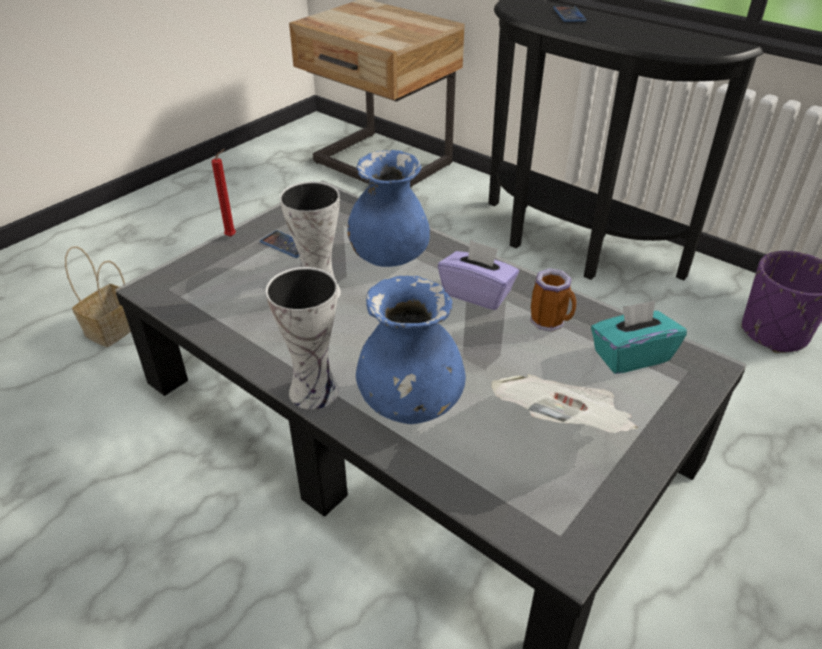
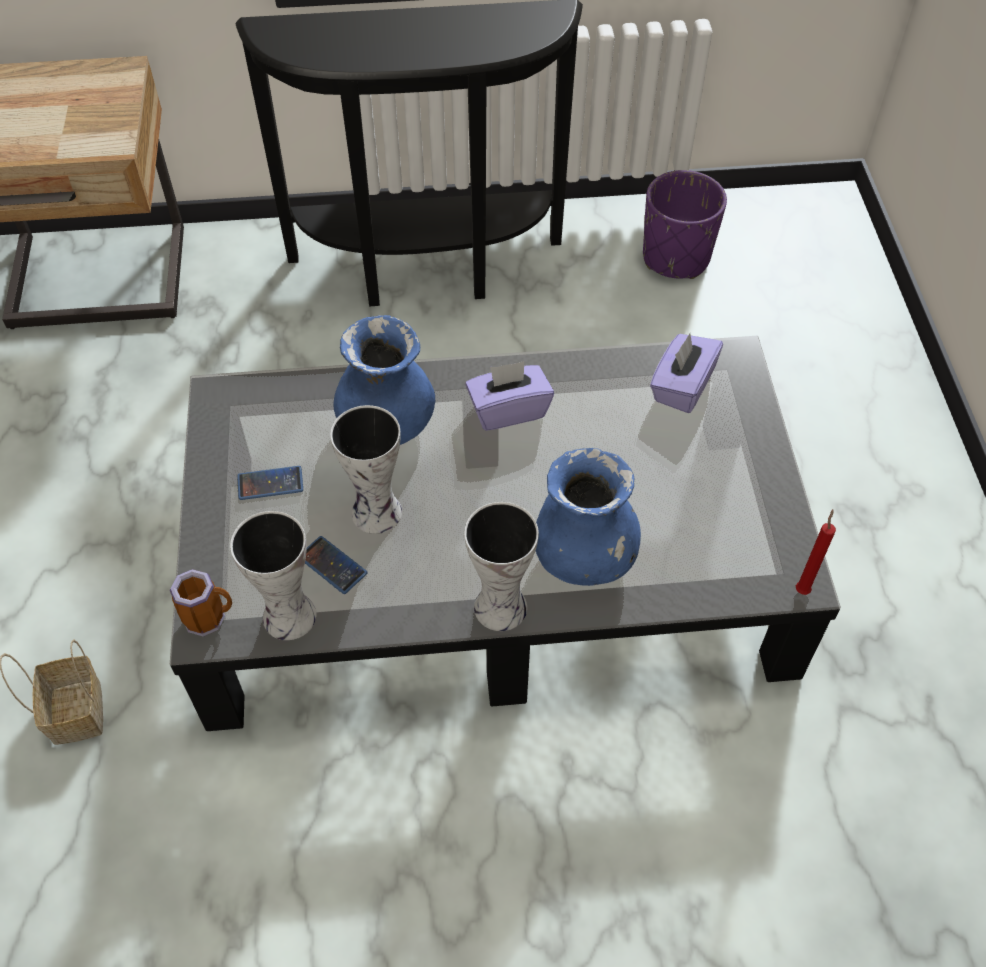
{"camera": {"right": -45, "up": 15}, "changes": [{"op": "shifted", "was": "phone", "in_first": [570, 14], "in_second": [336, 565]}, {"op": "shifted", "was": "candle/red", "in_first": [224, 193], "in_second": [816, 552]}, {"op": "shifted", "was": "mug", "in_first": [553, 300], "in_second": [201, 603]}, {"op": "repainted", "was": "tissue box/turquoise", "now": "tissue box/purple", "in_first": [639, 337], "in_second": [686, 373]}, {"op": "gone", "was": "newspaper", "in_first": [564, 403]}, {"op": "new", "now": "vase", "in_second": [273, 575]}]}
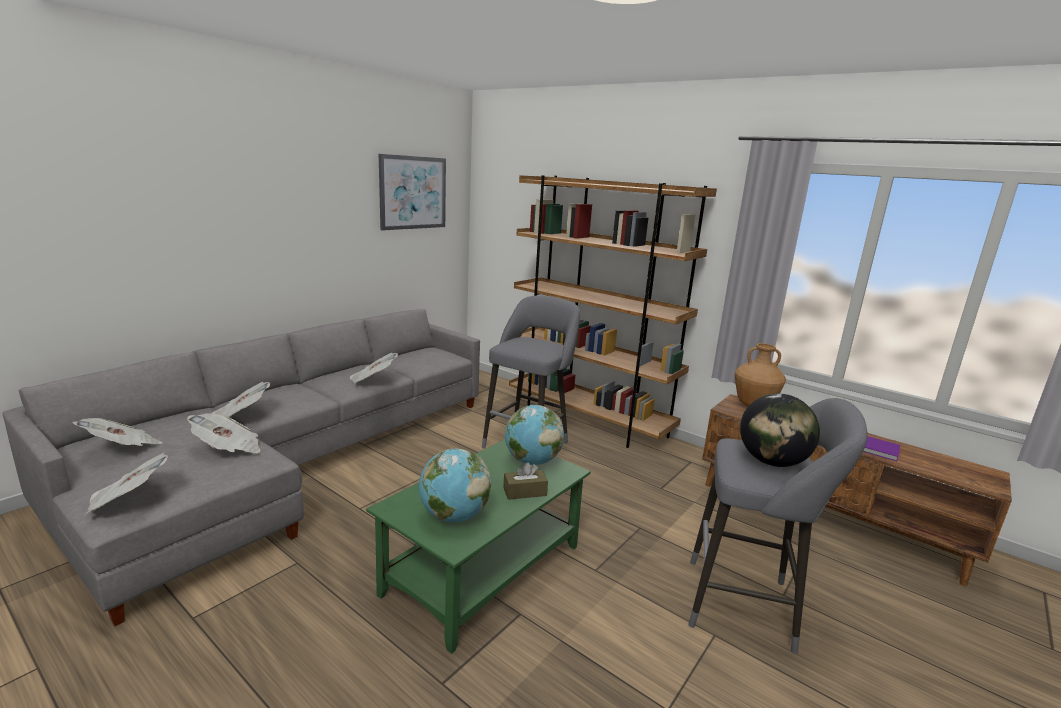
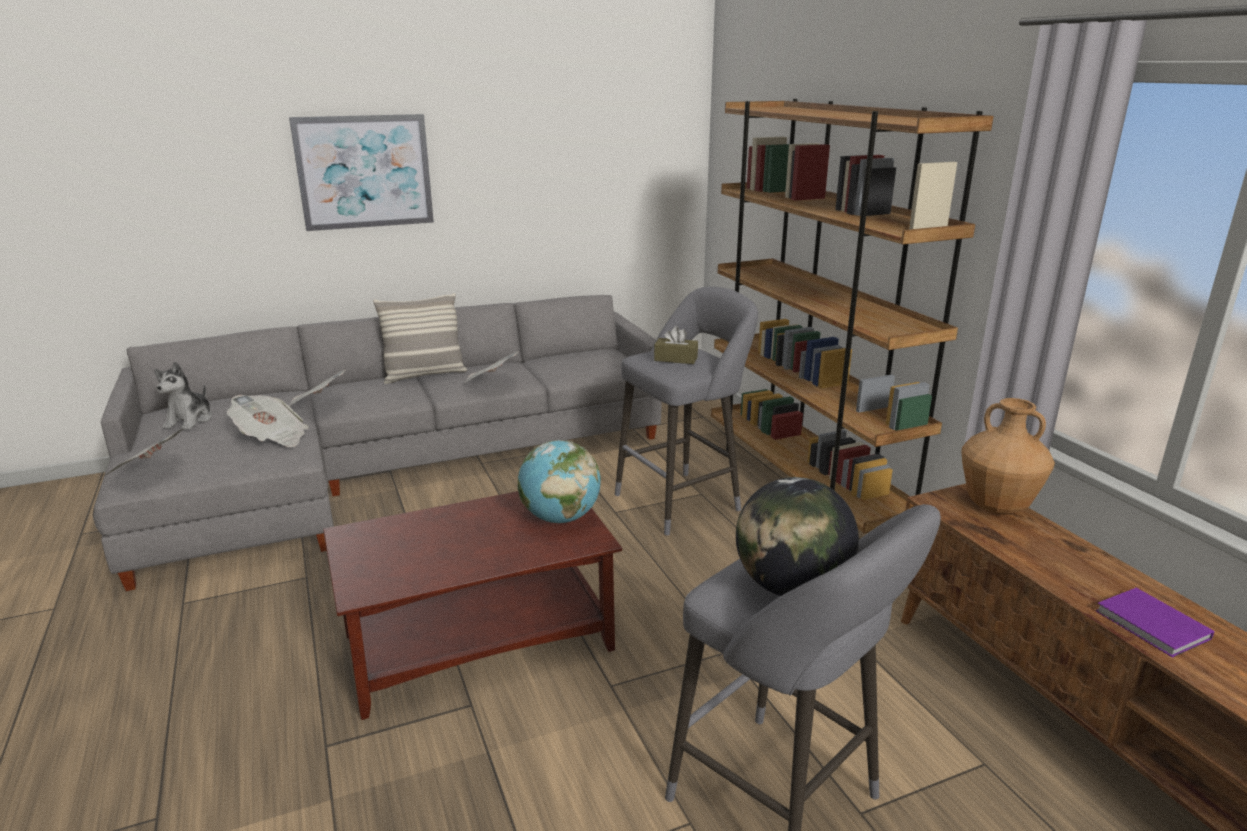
{"camera": {"right": 30, "up": 5}, "changes": [{"op": "shifted", "was": "picture", "in_first": [412, 192], "in_second": [361, 172]}, {"op": "swapped", "was": "newspaper", "now": "plush toy", "in_first": [118, 432], "in_second": [183, 396]}, {"op": "repainted", "was": "coffee table/green", "now": "coffee table/brown", "in_first": [478, 546], "in_second": [472, 605]}, {"op": "gone", "was": "globe", "in_first": [455, 485]}, {"op": "shifted", "was": "tissue box/brown", "in_first": [525, 481], "in_second": [676, 345]}, {"op": "new", "now": "pillow", "in_second": [420, 338]}]}
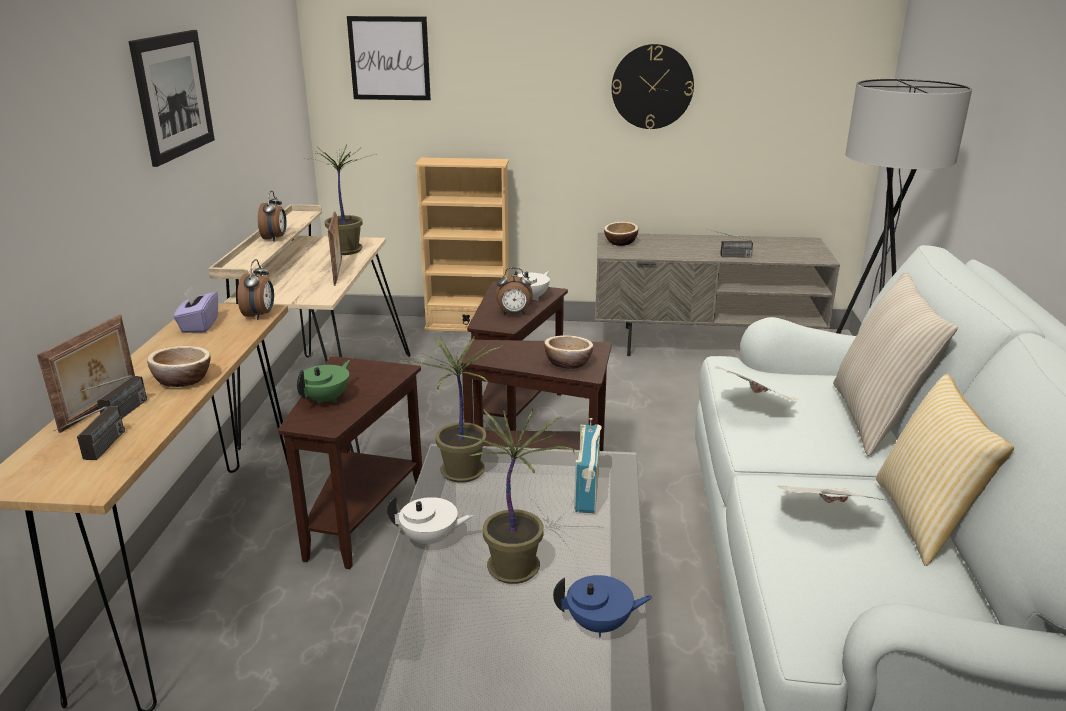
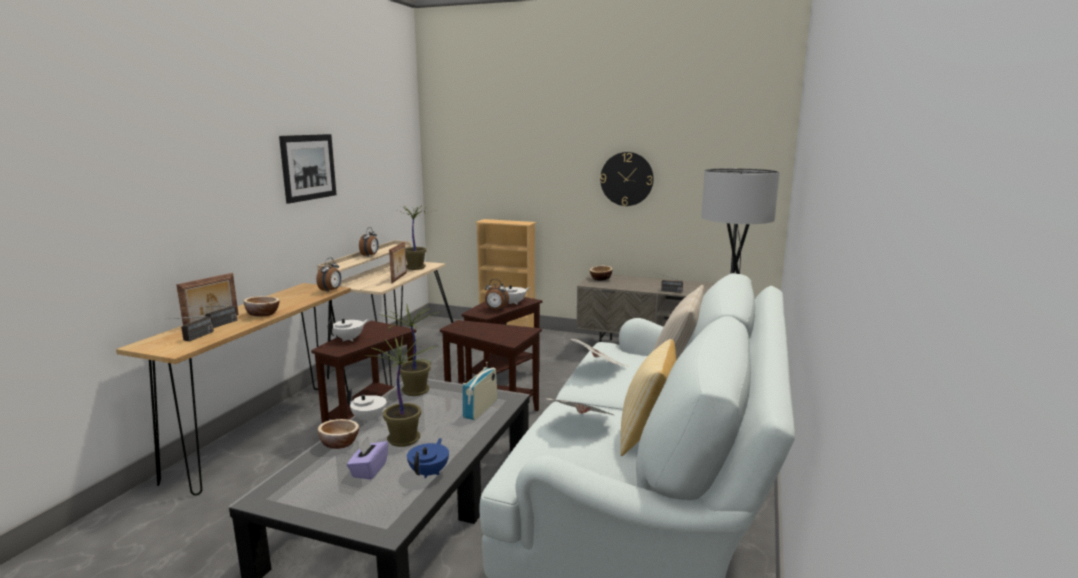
{"camera": {"right": 15, "up": -10}, "changes": [{"op": "gone", "was": "picture", "in_first": [389, 58]}, {"op": "shifted", "was": "tissue box/purple", "in_first": [195, 309], "in_second": [367, 458]}, {"op": "shifted", "was": "bowl", "in_first": [568, 352], "in_second": [338, 434]}, {"op": "repainted", "was": "teapot/green", "now": "teapot/white", "in_first": [323, 383], "in_second": [348, 329]}, {"op": "rotated", "was": "teapot/blue", "in_first": [603, 606], "in_second": [428, 458], "clockwise": -90}]}
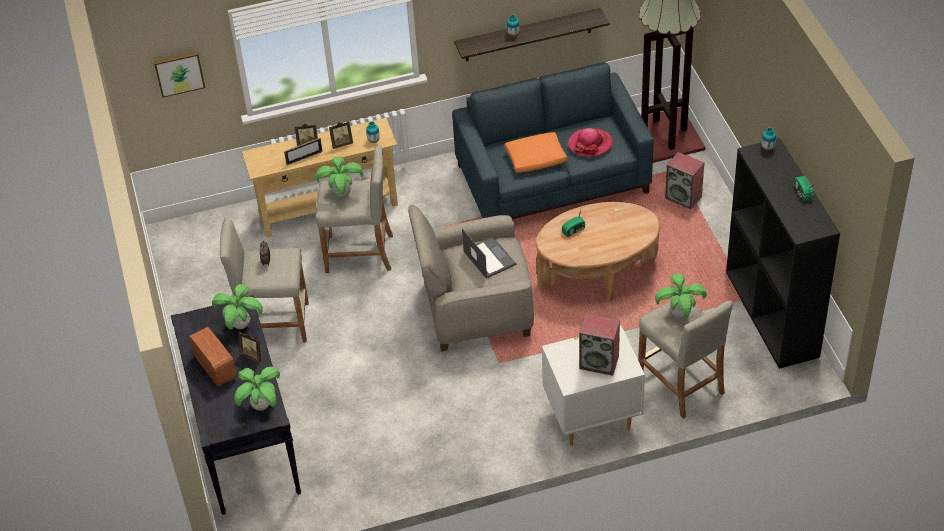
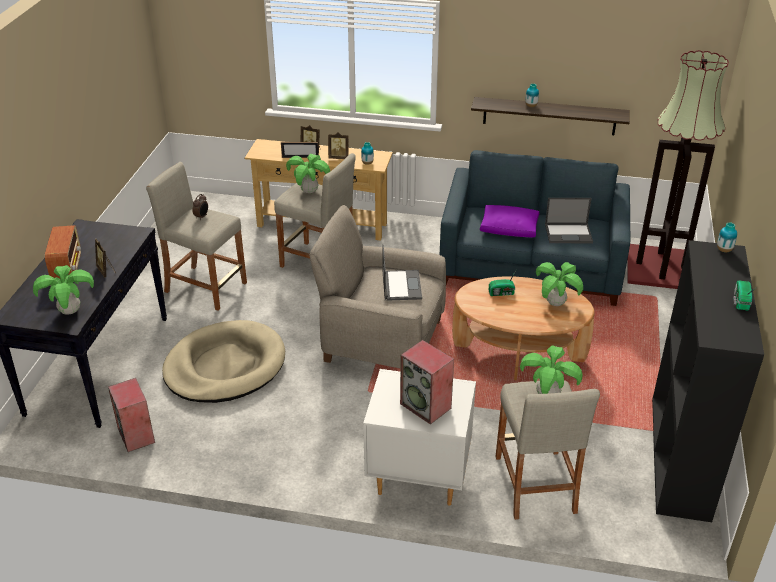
{"camera": {"right": 25, "up": -10}, "changes": [{"op": "gone", "was": "picture", "in_first": [179, 74]}, {"op": "swapped", "was": "hat", "now": "laptop", "in_first": [590, 142], "in_second": [569, 220]}, {"op": "repainted", "was": "pillow/orange", "now": "pillow/purple", "in_first": [536, 152], "in_second": [509, 221]}, {"op": "shifted", "was": "speaker", "in_first": [684, 180], "in_second": [131, 415]}, {"op": "shifted", "was": "potted plant", "in_first": [237, 307], "in_second": [559, 284]}, {"op": "new", "now": "dog bed/beige", "in_second": [223, 361]}]}
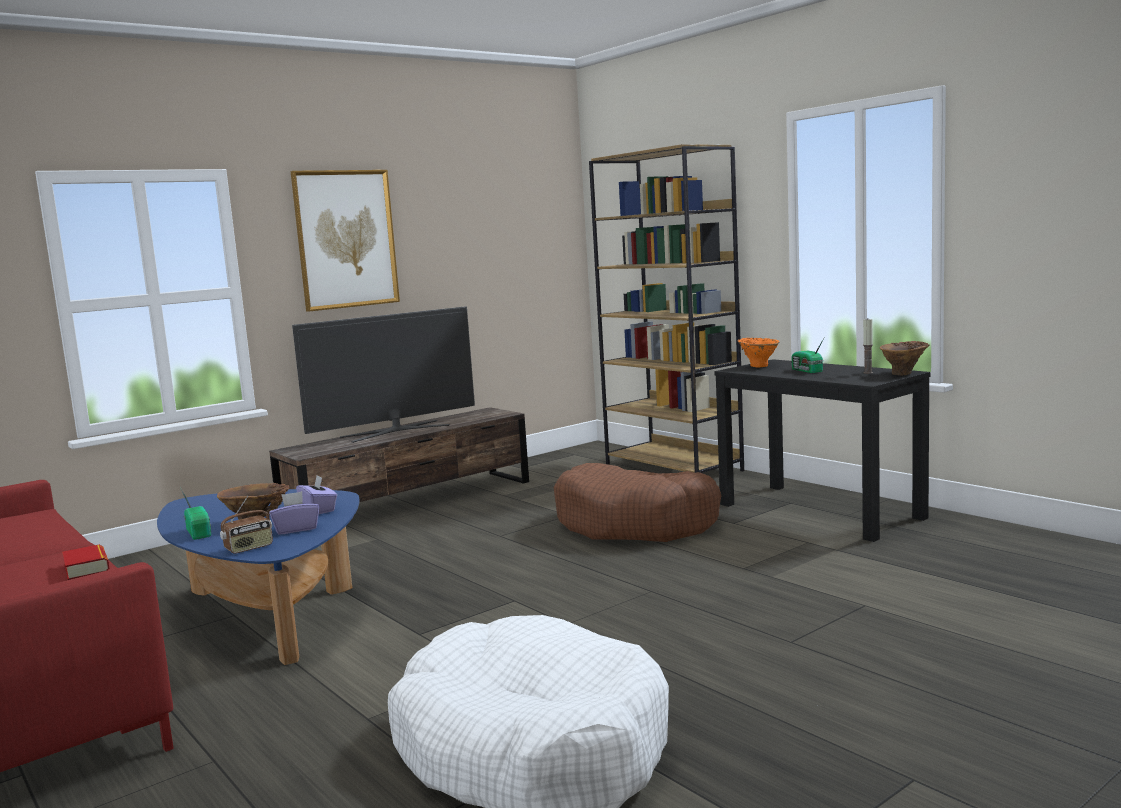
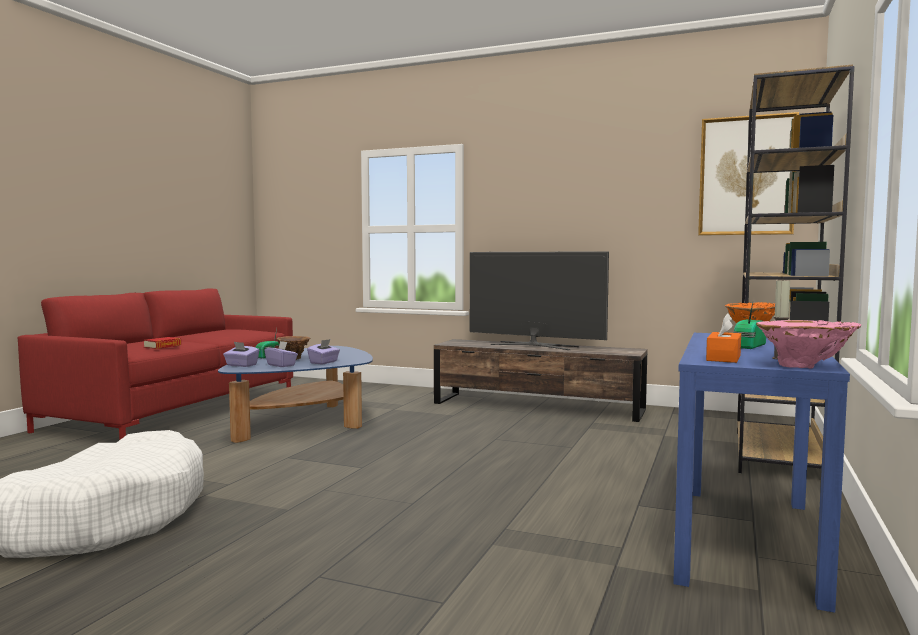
{"camera": {"right": 60, "up": -5}, "changes": [{"op": "shifted", "was": "picture", "in_first": [345, 241], "in_second": [748, 173]}, {"op": "repainted", "was": "vase/brown", "now": "vase/pink", "in_first": [905, 358], "in_second": [808, 344]}, {"op": "repainted", "was": "console table/black", "now": "console table/blue", "in_first": [822, 450], "in_second": [761, 473]}, {"op": "gone", "was": "dog bed/brown", "in_first": [637, 502]}, {"op": "swapped", "was": "radio", "now": "tissue box/purple", "in_first": [246, 525], "in_second": [241, 354]}, {"op": "new", "now": "tissue box/orange", "in_second": [723, 338]}]}
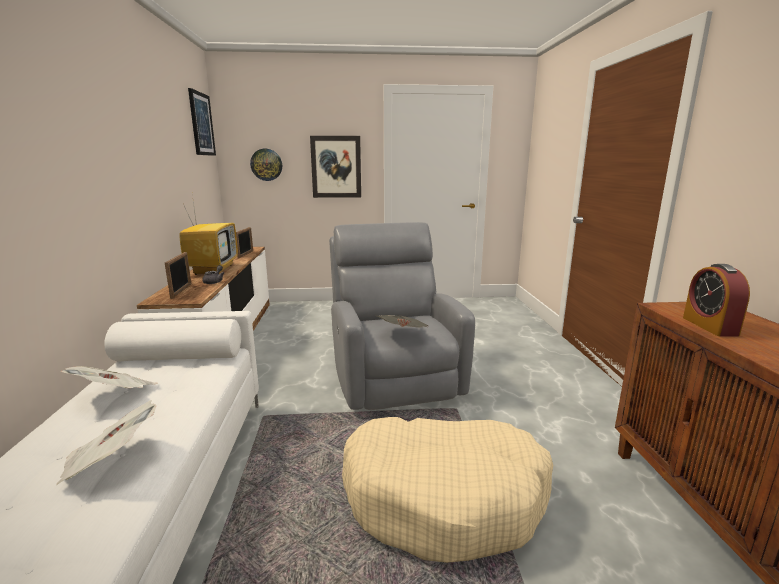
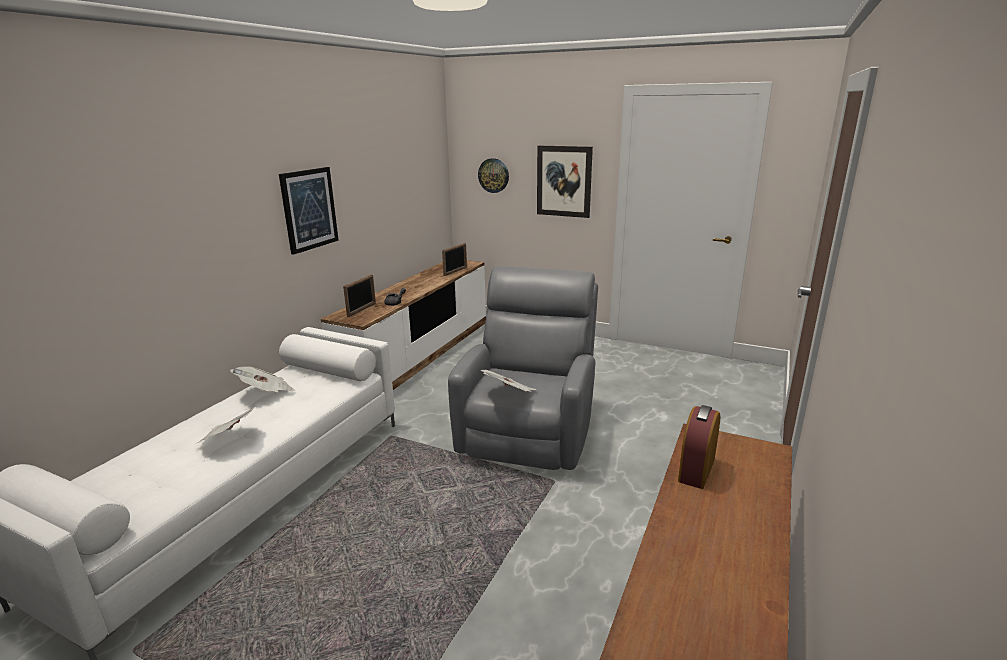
{"camera": {"right": 30, "up": 5}, "changes": [{"op": "shifted", "was": "picture", "in_first": [202, 122], "in_second": [309, 211]}, {"op": "gone", "was": "television", "in_first": [208, 235]}, {"op": "gone", "was": "dog bed/beige", "in_first": [447, 490]}]}
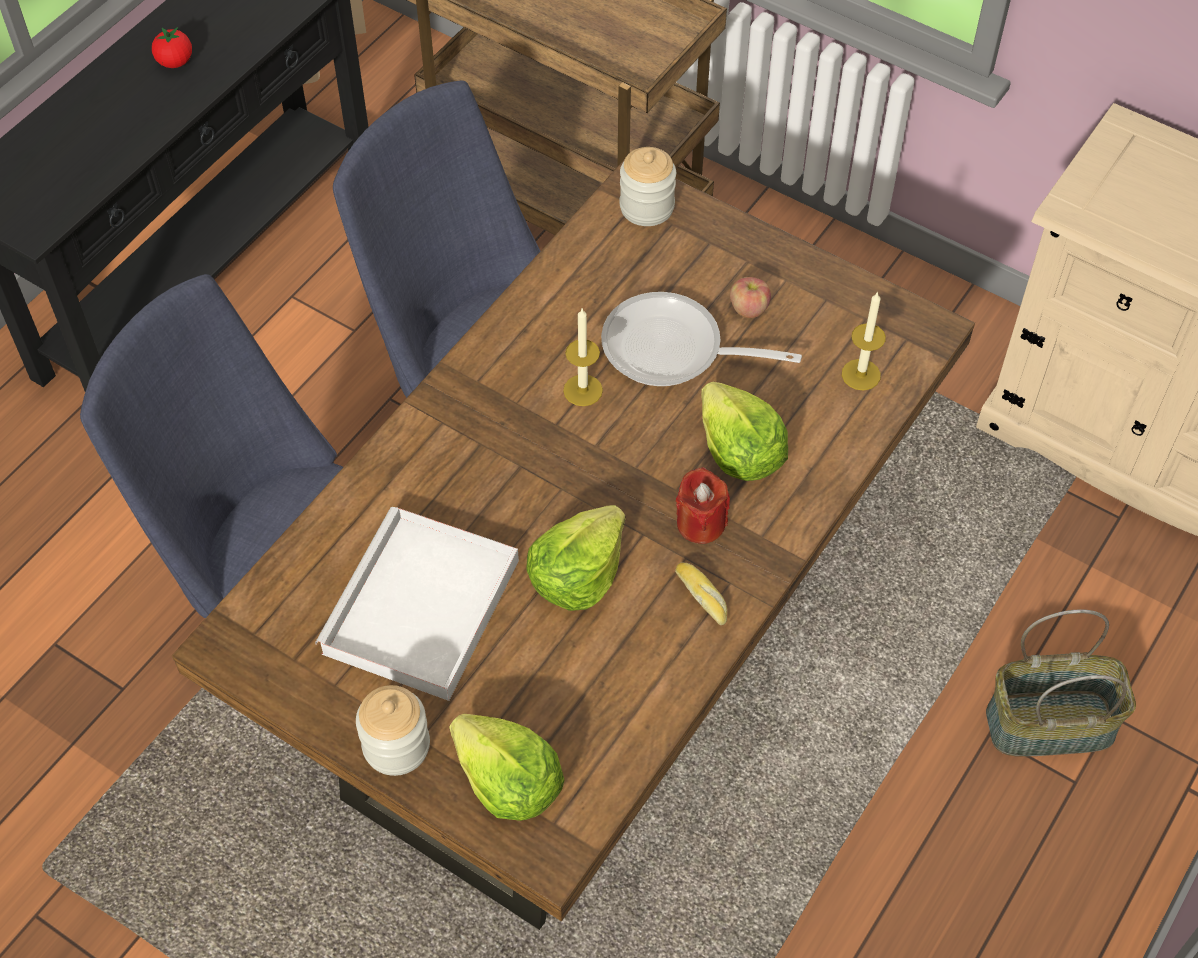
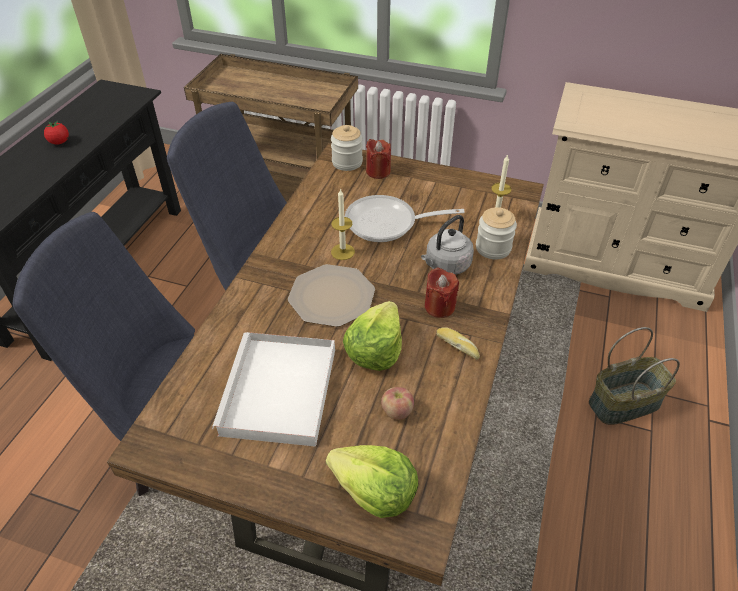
{"camera": {"right": -15, "up": -10}, "changes": [{"op": "shifted", "was": "apple", "in_first": [750, 297], "in_second": [397, 403]}, {"op": "swapped", "was": "lettuce", "now": "kettle/grey", "in_first": [744, 431], "in_second": [447, 245]}, {"op": "shifted", "was": "jar", "in_first": [393, 730], "in_second": [496, 233]}, {"op": "new", "now": "candle/red", "in_second": [378, 159]}, {"op": "new", "now": "plate", "in_second": [331, 295]}]}
